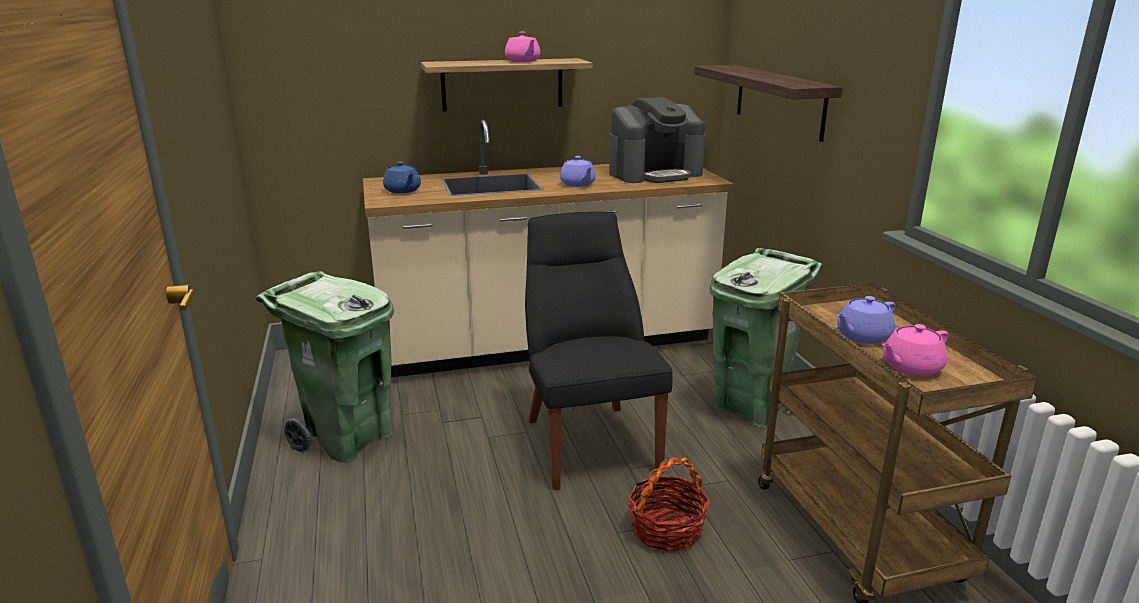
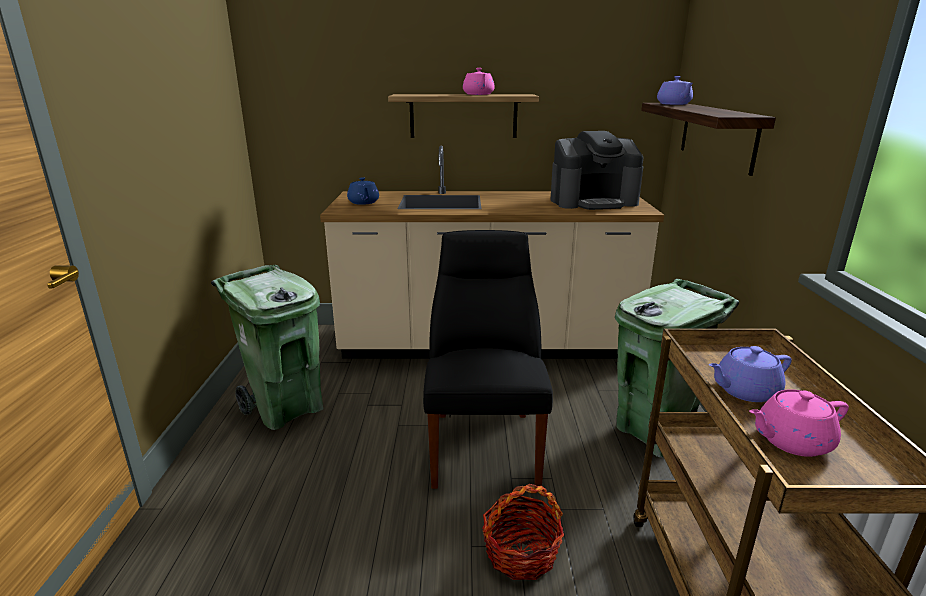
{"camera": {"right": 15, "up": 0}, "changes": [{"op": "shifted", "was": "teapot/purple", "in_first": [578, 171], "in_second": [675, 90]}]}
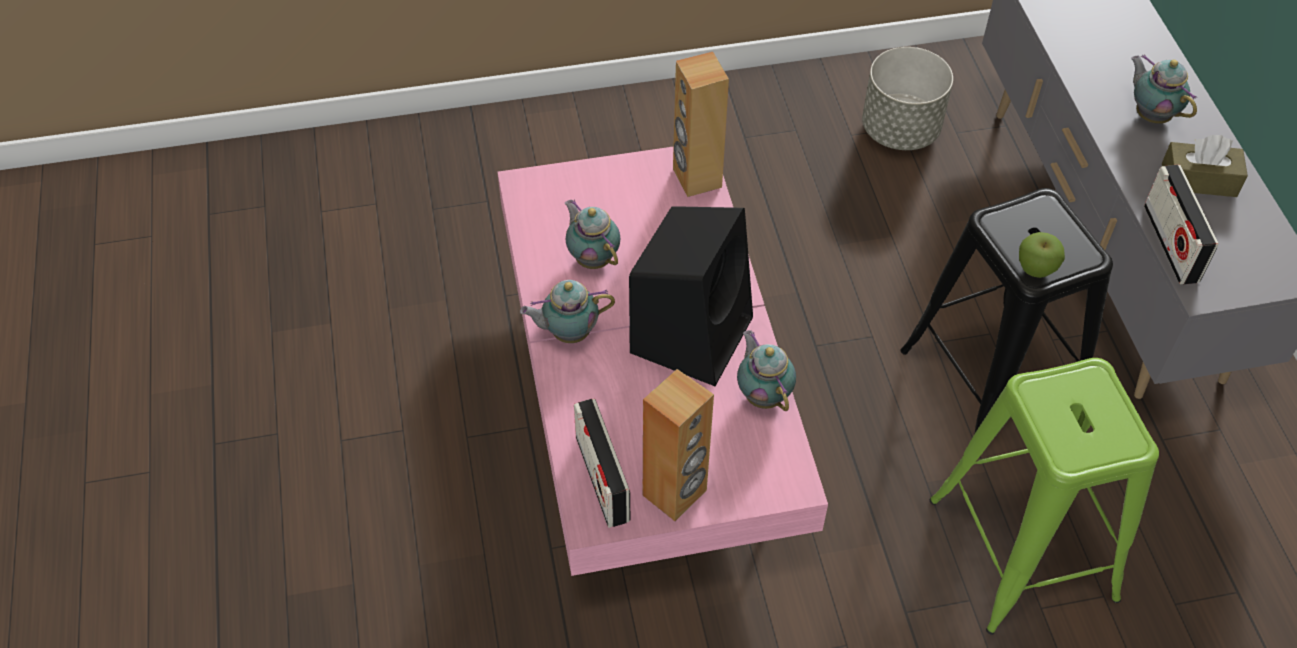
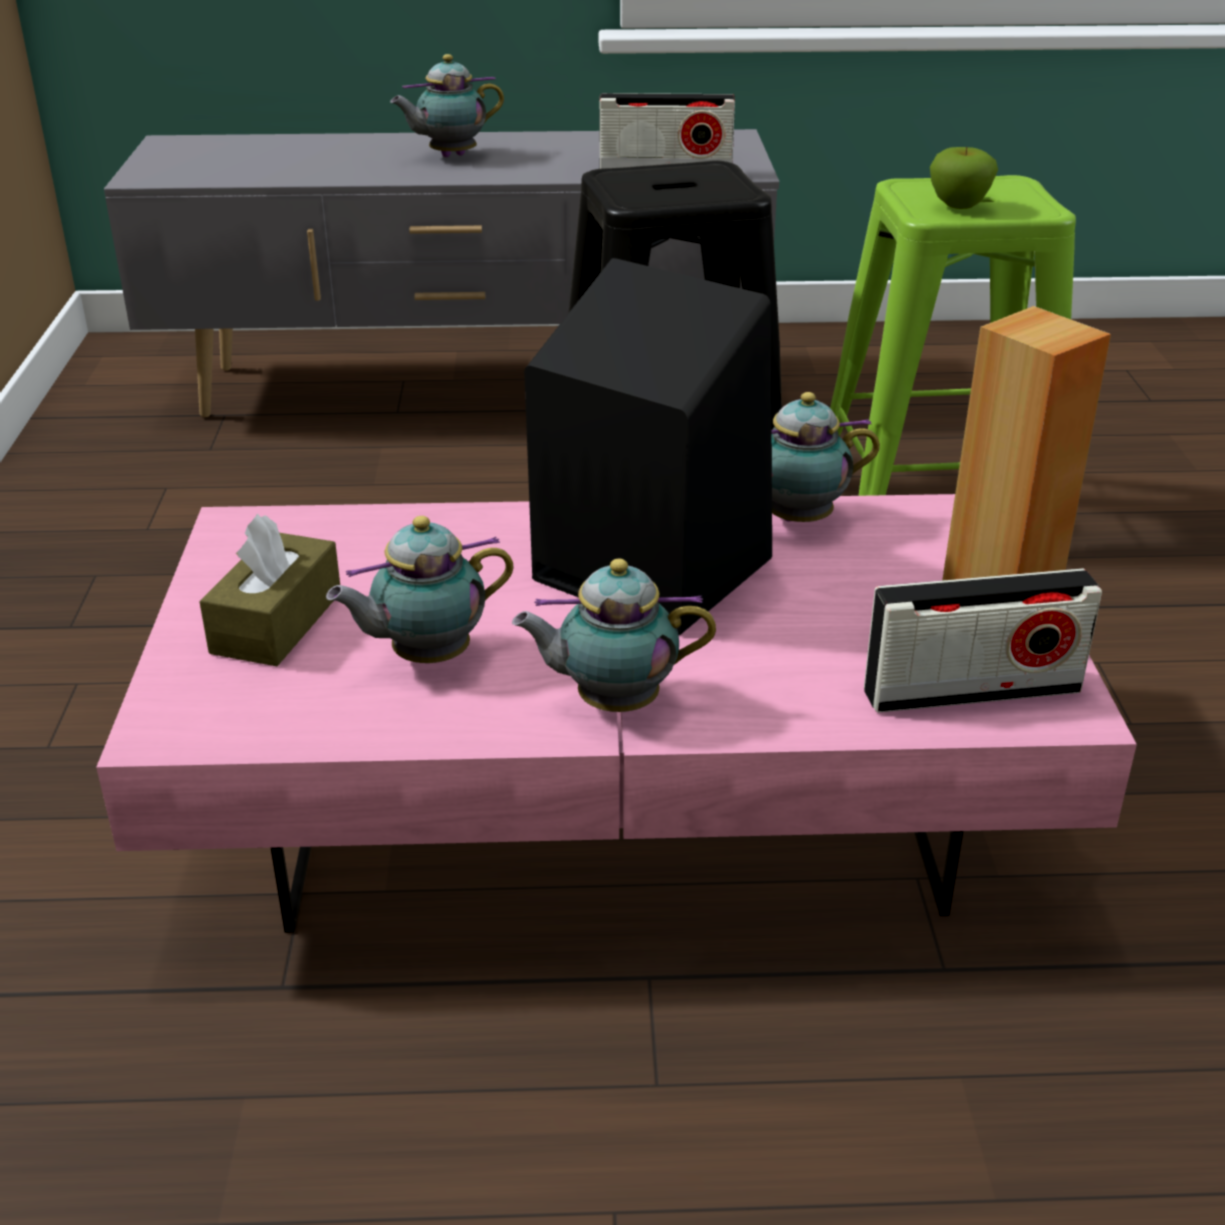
{"camera": {"right": -80, "up": -20}, "changes": [{"op": "gone", "was": "planter/grey", "in_first": [907, 98]}, {"op": "gone", "was": "speaker/brown", "in_first": [701, 124]}, {"op": "shifted", "was": "tissue box/brown", "in_first": [1205, 166], "in_second": [269, 590]}, {"op": "shifted", "was": "apple", "in_first": [1042, 255], "in_second": [964, 178]}, {"op": "rotated", "was": "teapot", "in_first": [567, 311], "in_second": [614, 635], "clockwise": 90}]}
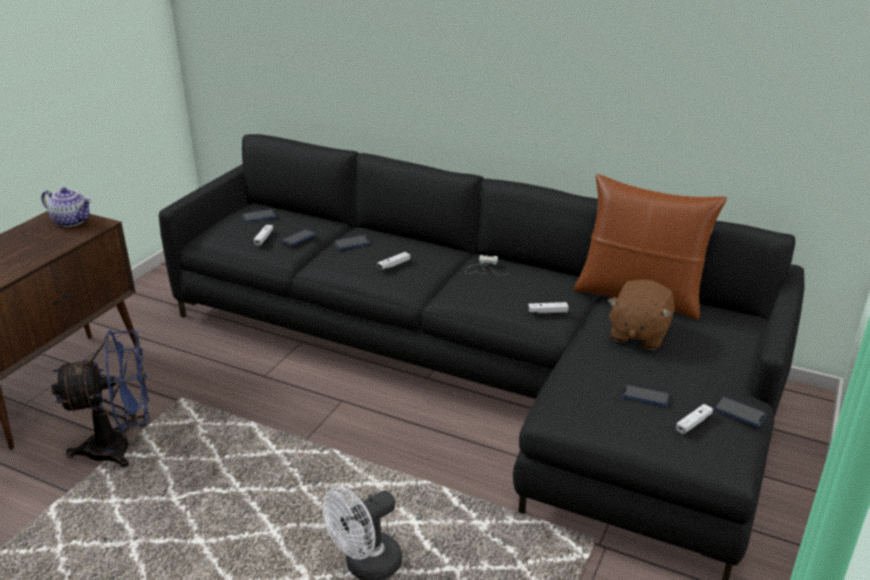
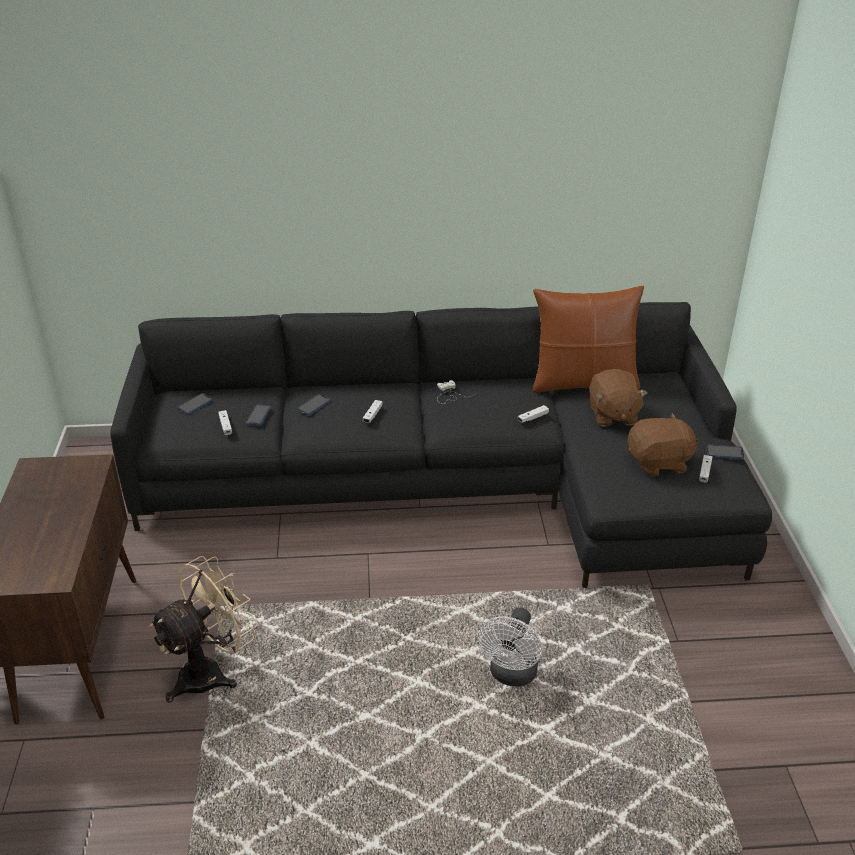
{"camera": {"right": -30, "up": 5}, "changes": [{"op": "gone", "was": "teapot", "in_first": [66, 207]}, {"op": "repainted", "was": "fan/blue", "now": "fan/beige", "in_first": [100, 399], "in_second": [203, 629]}, {"op": "swapped", "was": "phone", "now": "plush toy/brown", "in_first": [646, 395], "in_second": [663, 445]}]}
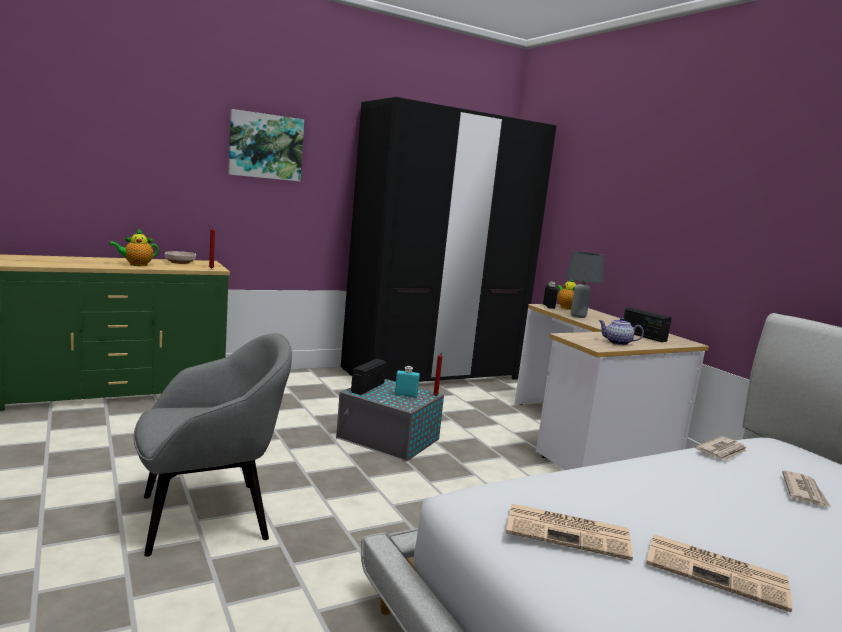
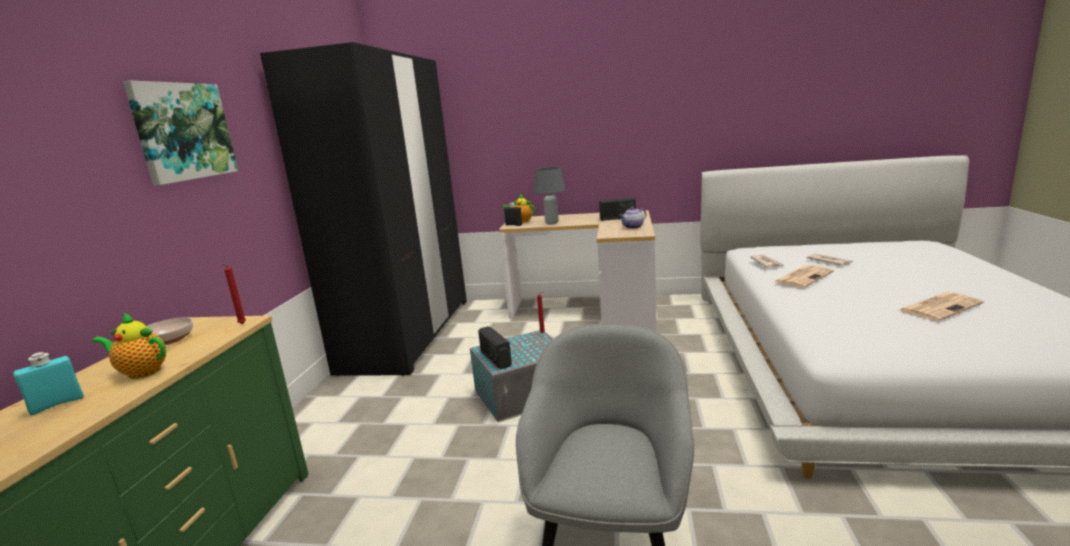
{"camera": {"right": -50, "up": 5}, "changes": [{"op": "rotated", "was": "teapot", "in_first": [134, 247], "in_second": [129, 346], "clockwise": 90}, {"op": "shifted", "was": "bottle/turquoise", "in_first": [407, 382], "in_second": [48, 384]}, {"op": "shifted", "was": "newspaper", "in_first": [569, 532], "in_second": [804, 276]}]}
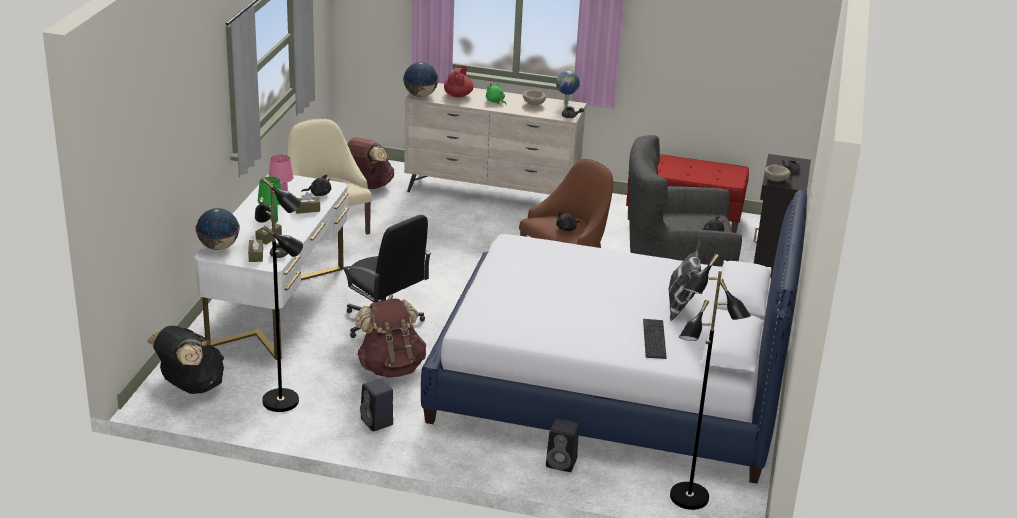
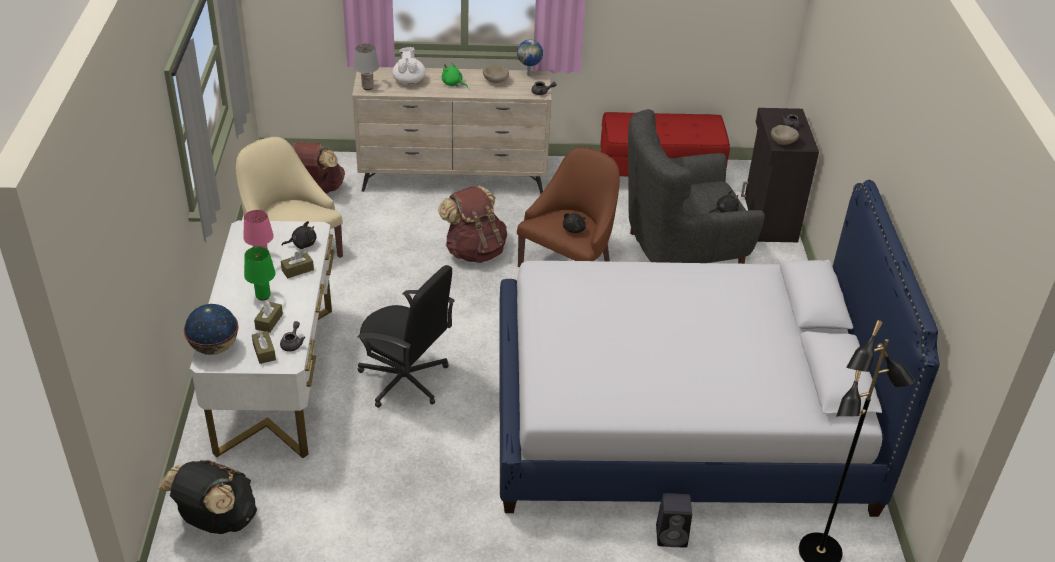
{"camera": {"right": -15, "up": 10}, "changes": [{"op": "swapped", "was": "globe", "now": "table lamp/grey", "in_first": [421, 79], "in_second": [366, 67]}, {"op": "repainted", "was": "teapot/red", "now": "teapot/white", "in_first": [459, 81], "in_second": [409, 66]}, {"op": "gone", "was": "floor lamp/black", "in_first": [279, 294]}, {"op": "gone", "was": "pillow", "in_first": [685, 281]}, {"op": "shifted", "was": "backpack/brown", "in_first": [390, 338], "in_second": [473, 224]}, {"op": "gone", "was": "keyboard", "in_first": [655, 339]}, {"op": "gone", "was": "speaker/black", "in_first": [376, 404]}]}
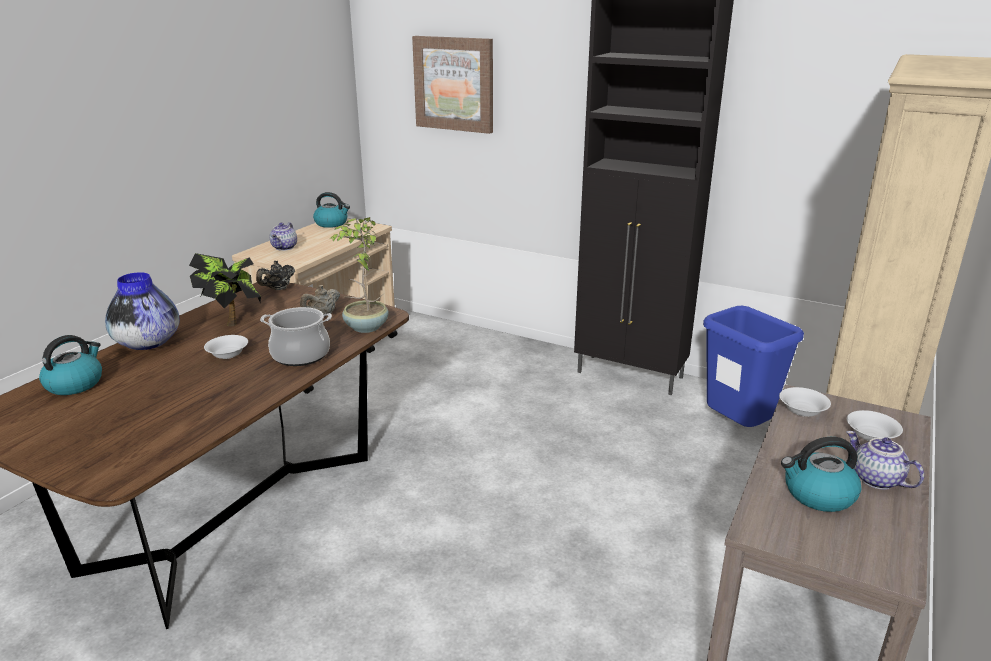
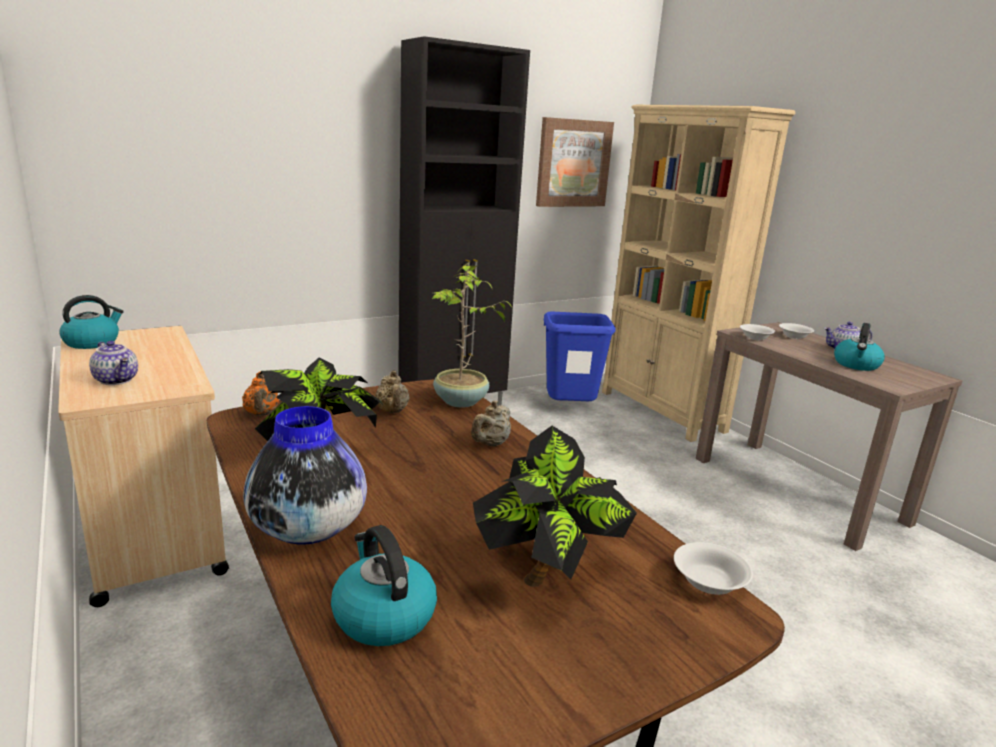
{"camera": {"right": -60, "up": -5}, "changes": [{"op": "shifted", "was": "picture", "in_first": [452, 85], "in_second": [575, 162]}, {"op": "repainted", "was": "teapot/black", "now": "teapot/orange", "in_first": [275, 275], "in_second": [260, 394]}, {"op": "swapped", "was": "cooking pot", "now": "teapot/beige", "in_first": [296, 336], "in_second": [491, 423]}, {"op": "shifted", "was": "bowl/white", "in_first": [226, 347], "in_second": [713, 568]}, {"op": "new", "now": "potted plant", "in_second": [555, 506]}]}
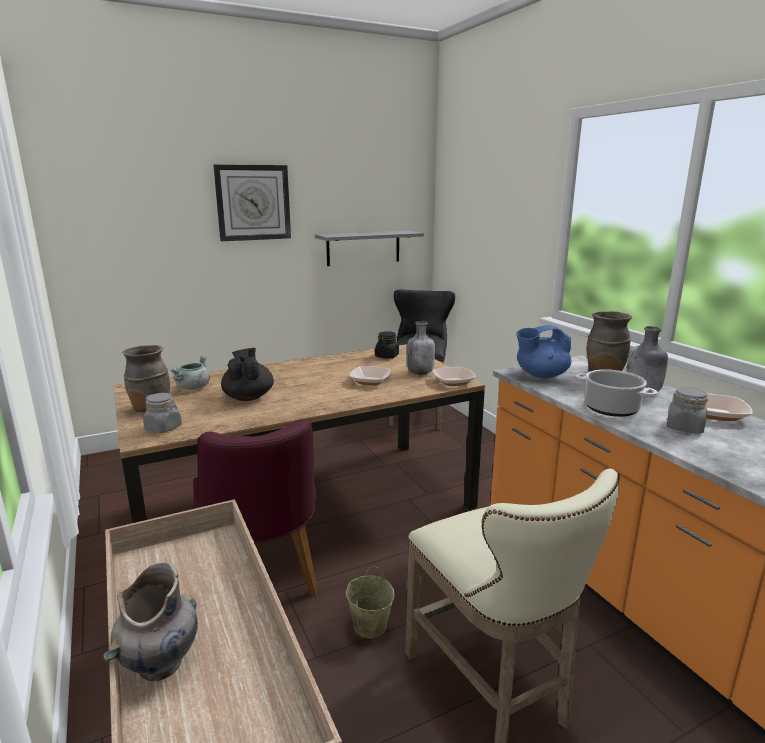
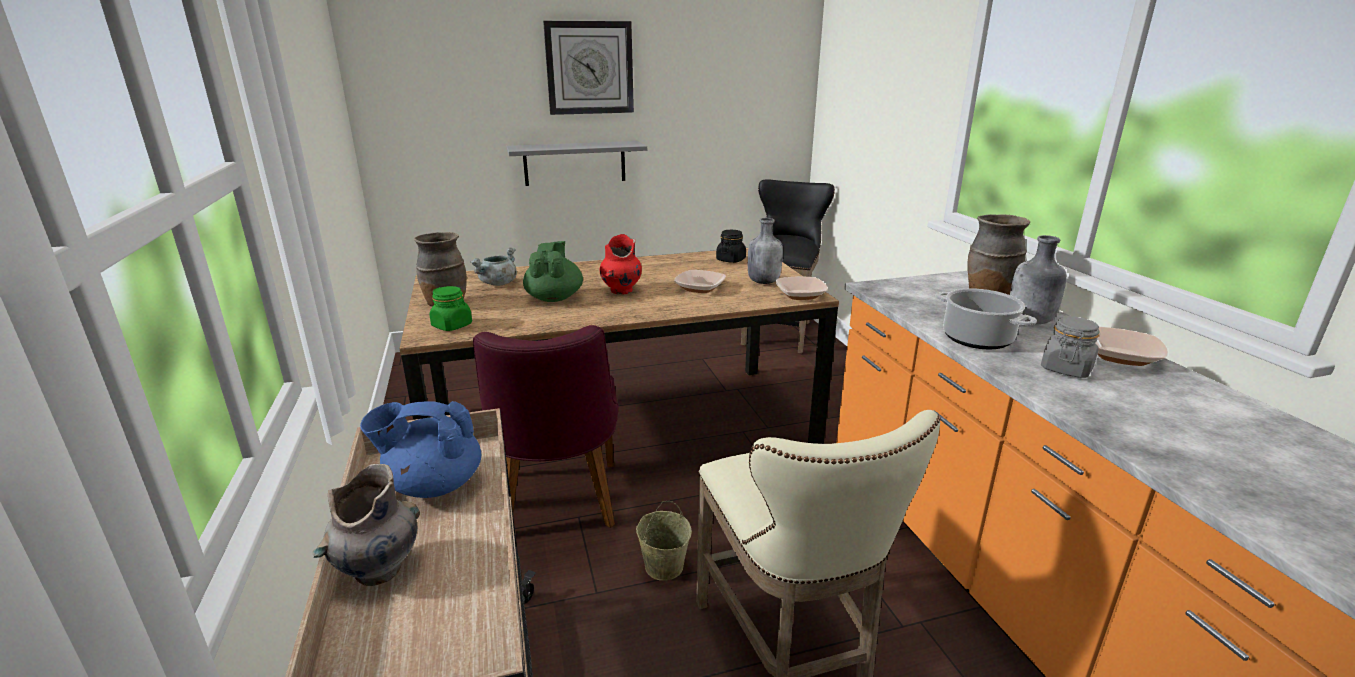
{"camera": {"right": 10, "up": 5}, "changes": [{"op": "shifted", "was": "shelf/grey", "in_first": [369, 248], "in_second": [576, 163]}, {"op": "shifted", "was": "teapot/blue", "in_first": [543, 352], "in_second": [420, 449]}, {"op": "repainted", "was": "teapot/black", "now": "teapot/green", "in_first": [247, 374], "in_second": [553, 271]}, {"op": "repainted", "was": "jar/grey", "now": "jar/green", "in_first": [162, 413], "in_second": [451, 308]}, {"op": "new", "now": "vase/red", "in_second": [621, 264]}]}
